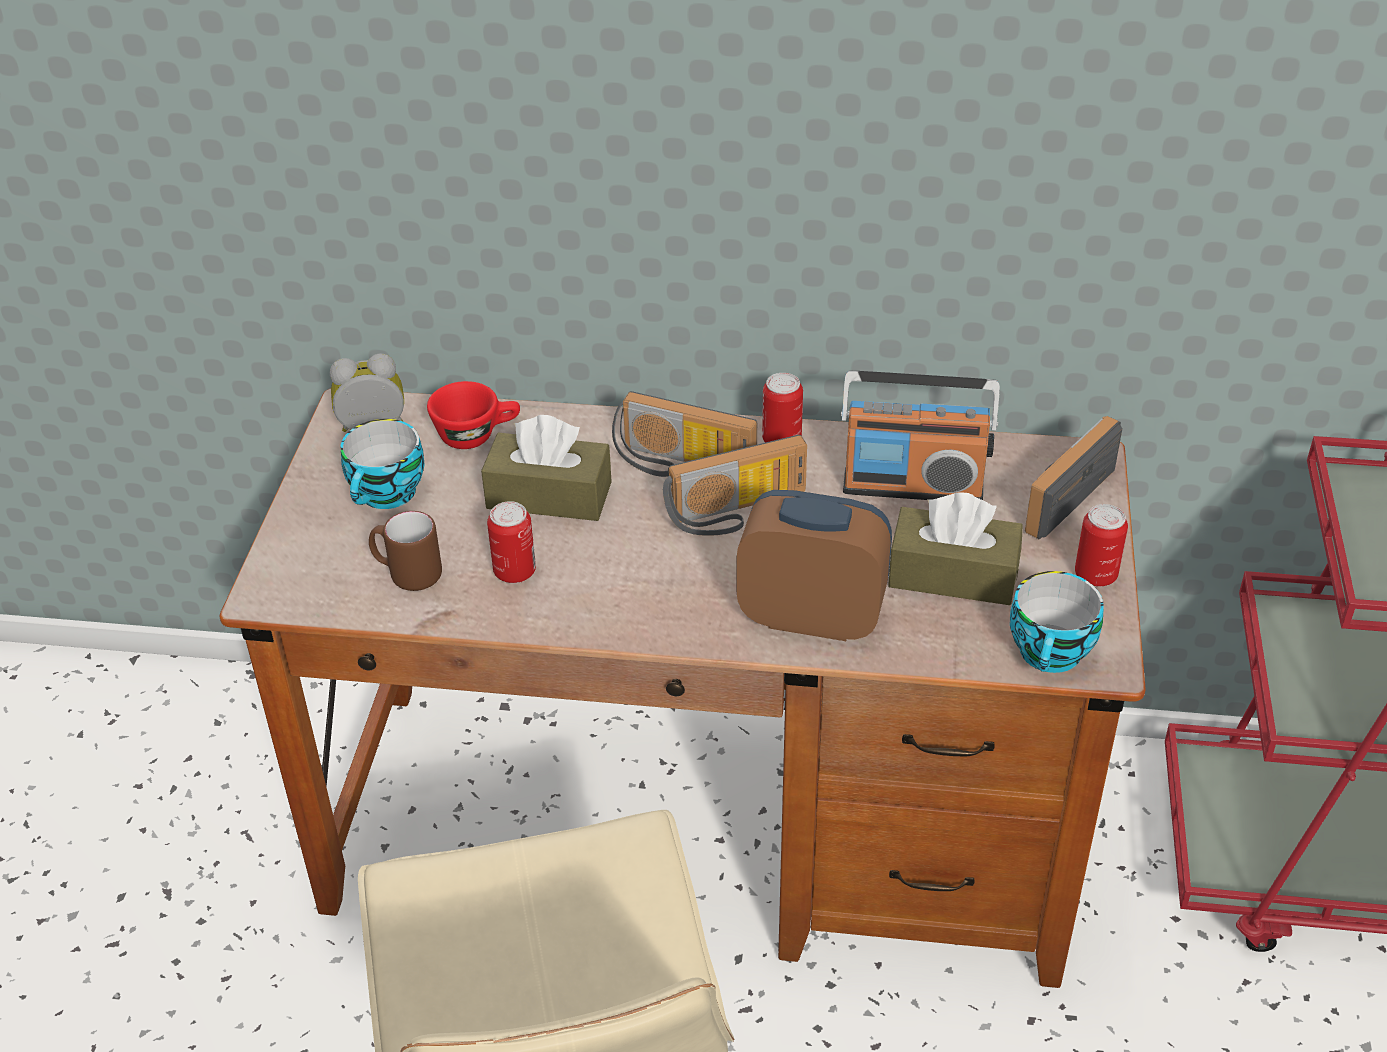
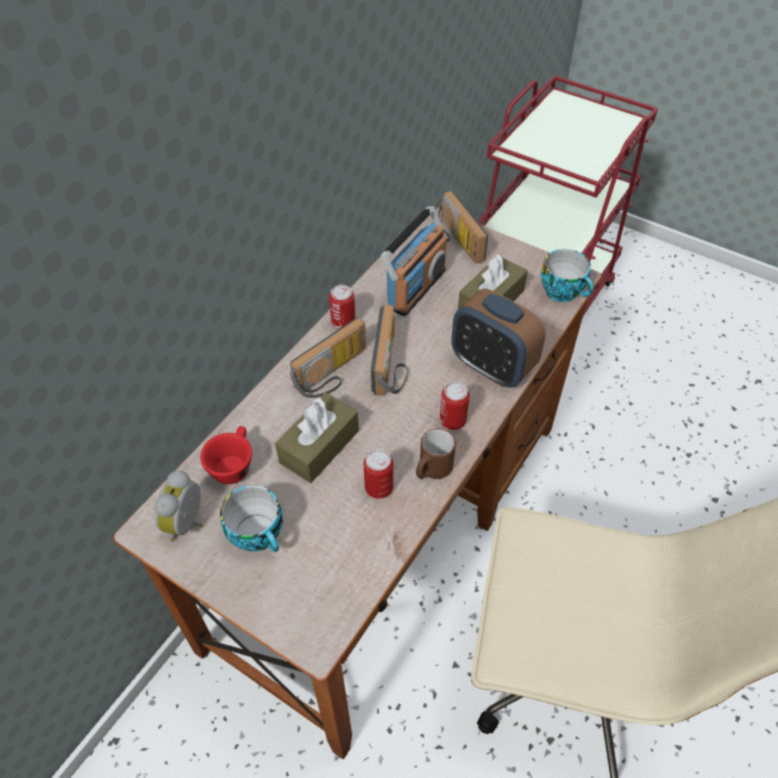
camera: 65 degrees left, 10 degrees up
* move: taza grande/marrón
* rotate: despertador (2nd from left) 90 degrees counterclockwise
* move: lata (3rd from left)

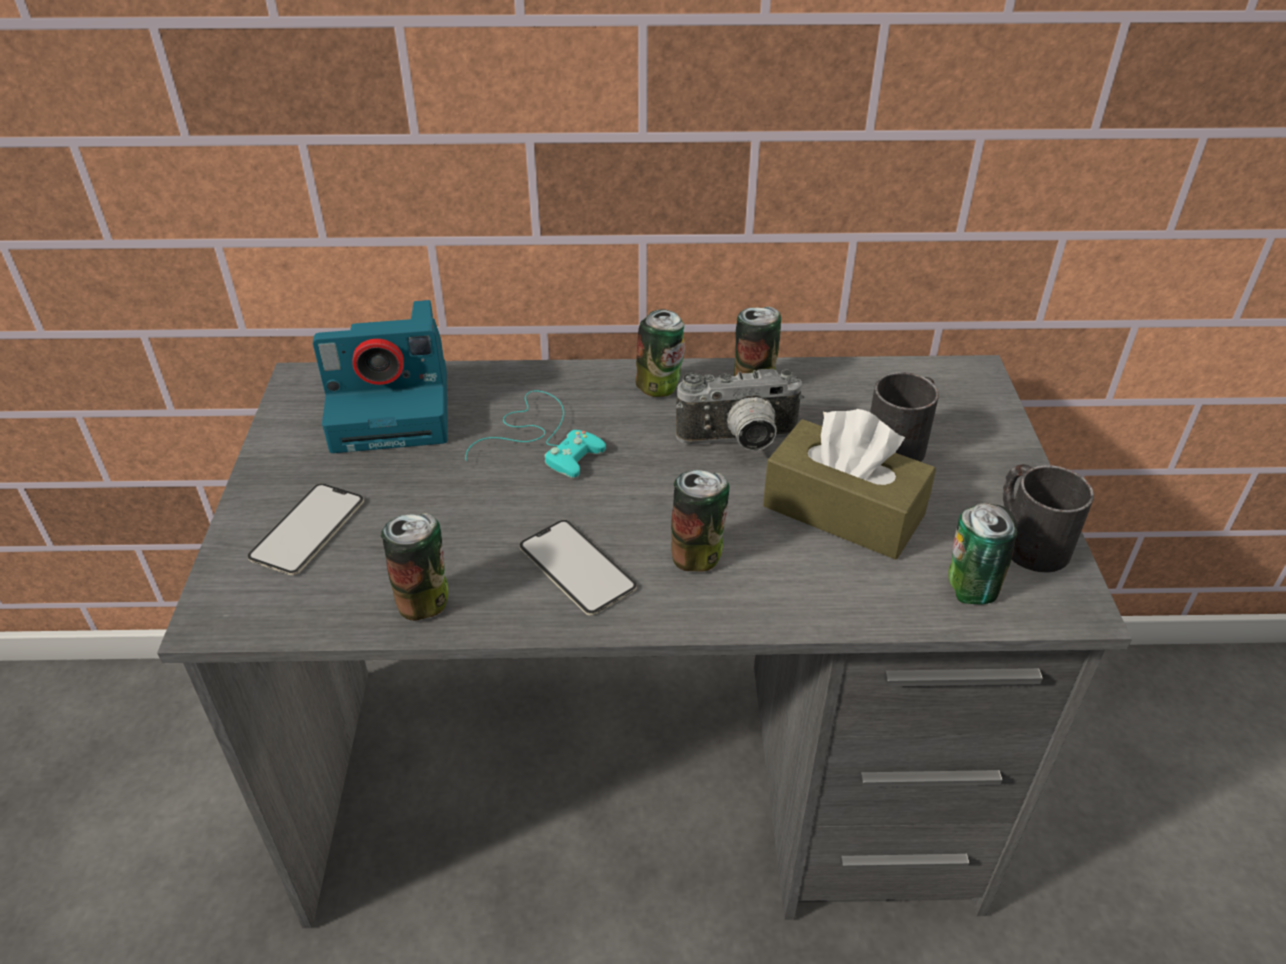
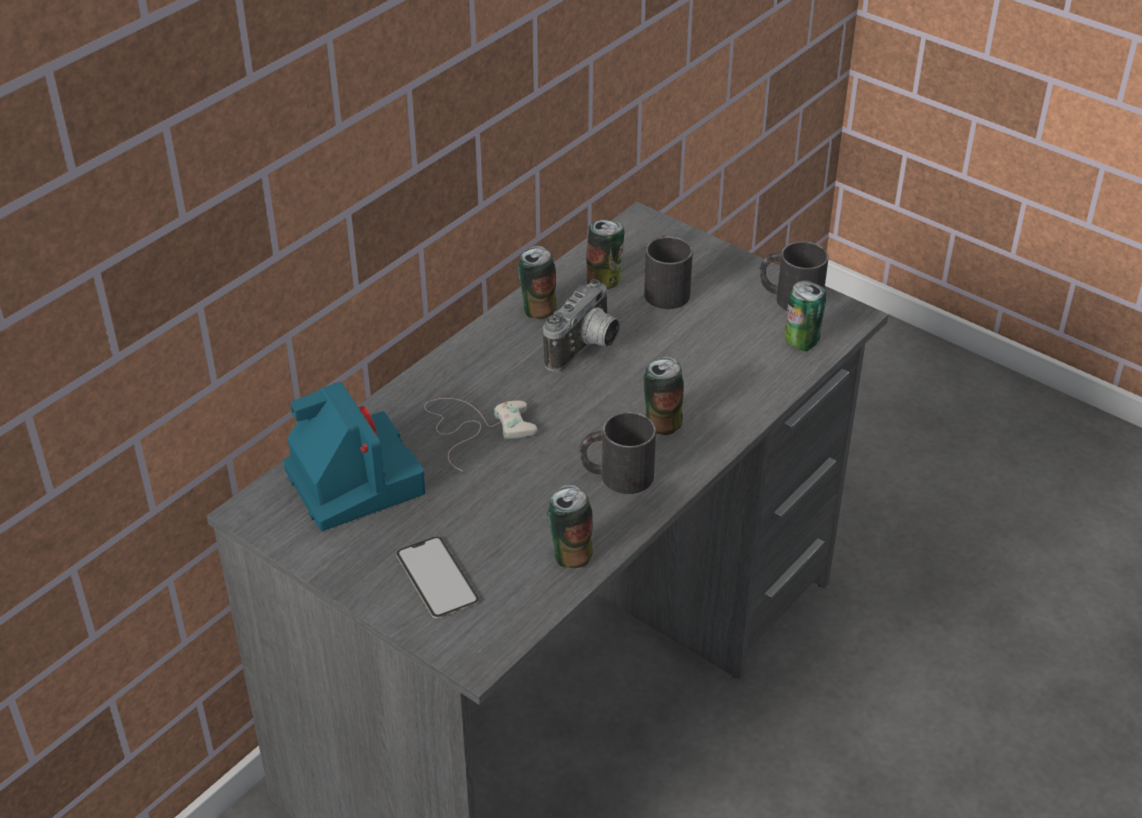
camera: 50 degrees left, 0 degrees up
* rotate: cámara (1st from left) 60 degrees counterclockwise
* recolor: mando de consola/turquesa to mando de consola/blanco
* replace: móvil (2nd from left) to taza grande/negro (1st from left)
* move: lata (2nd from left in the first image) to lata (3rd from left)
* delete: caja de pañuelos/marrón

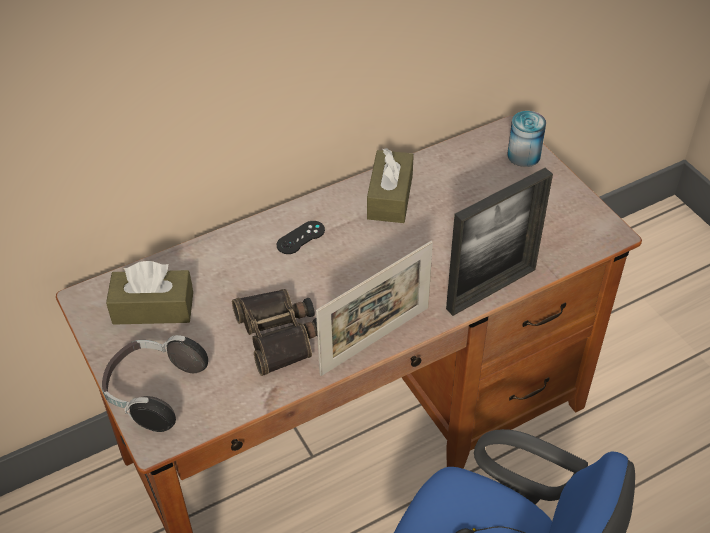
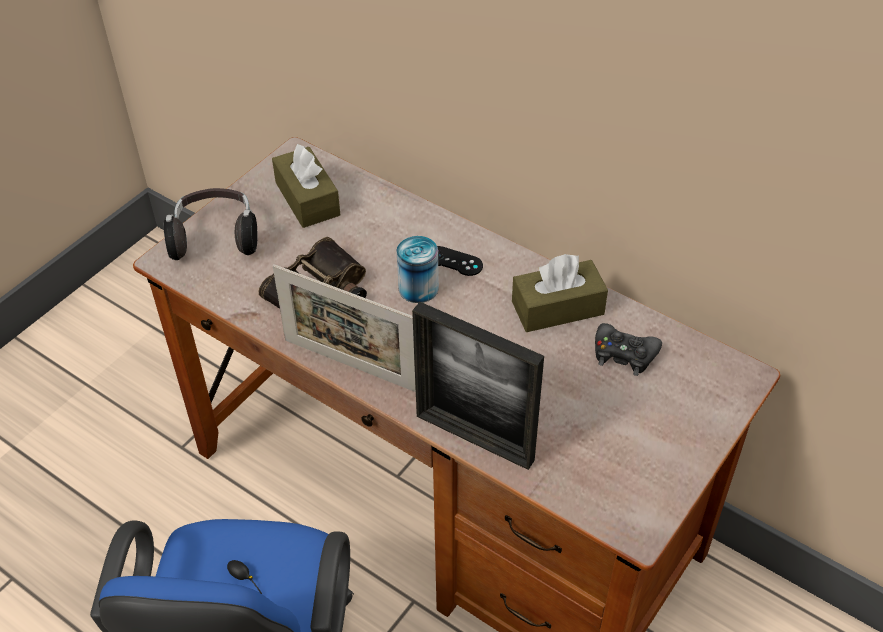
camera: 65 degrees right, 0 degrees up
* move: lata
* insert: mando de consola/negro (2nd from left)

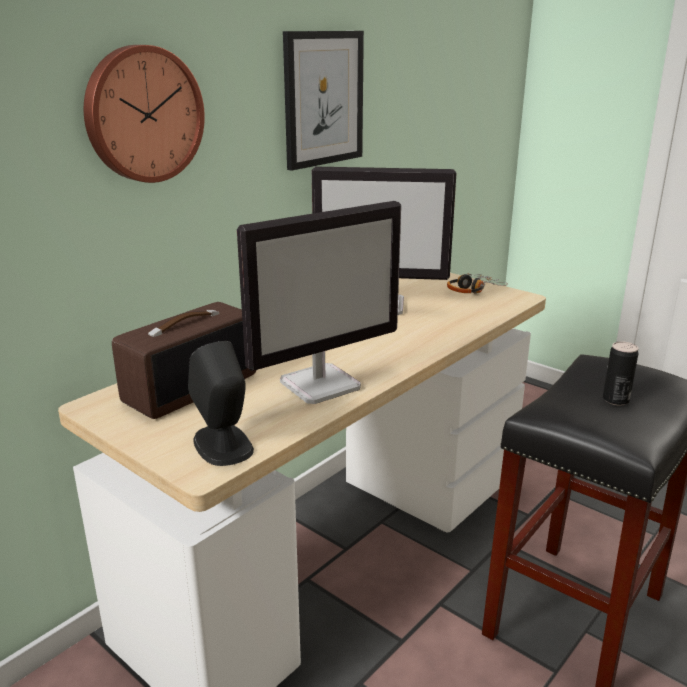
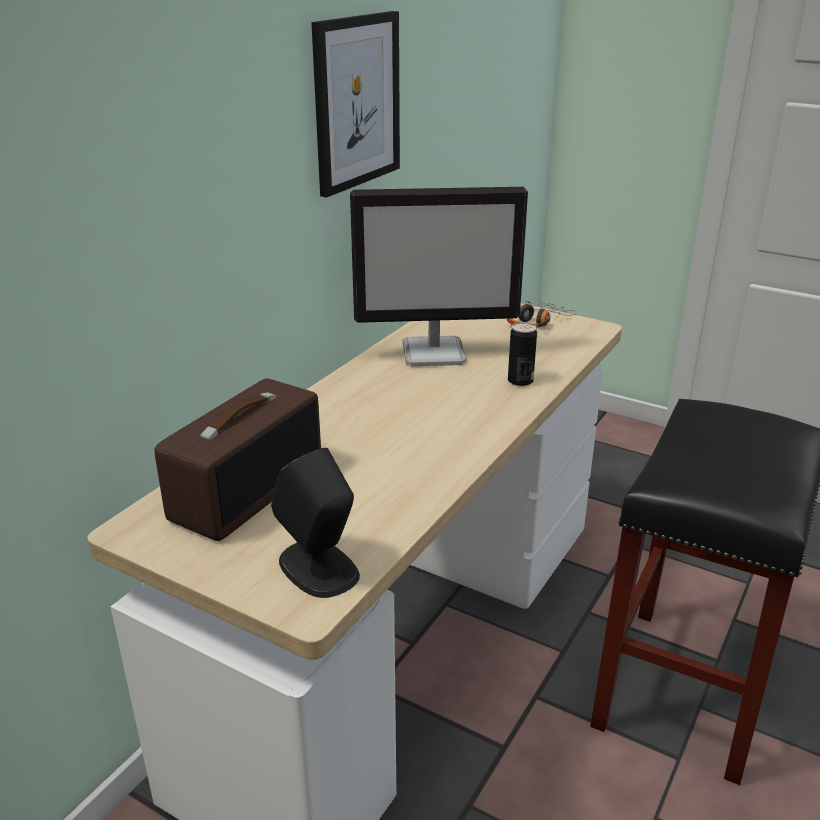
camera: 10 degrees left, 5 degrees up
* delete: reloj de pared
* delete: monitor (1st from left)
* move: lata

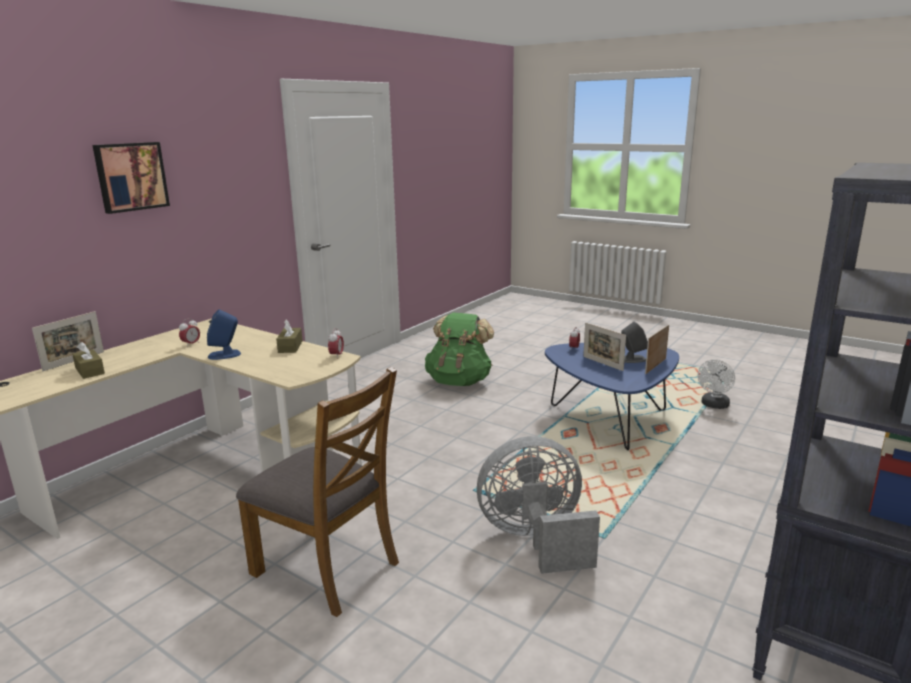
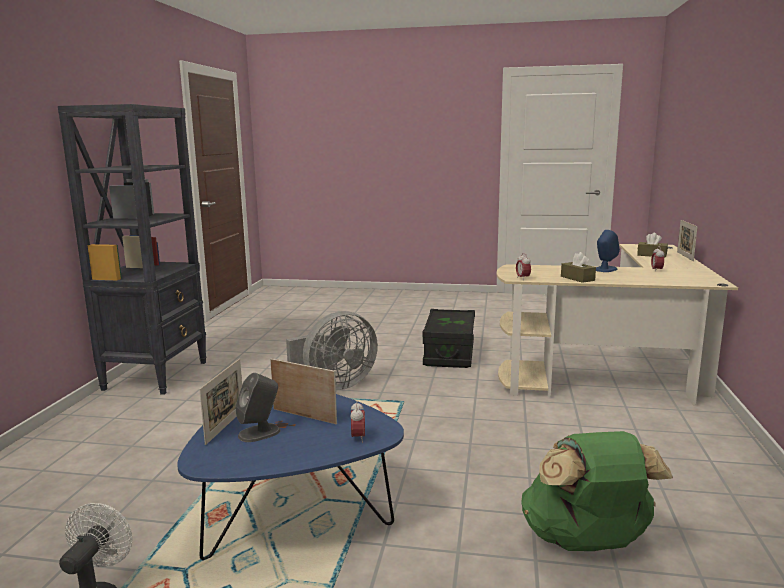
camera: 155 degrees right, 5 degrees down
* delete: cuadro
* replace: silla/marrón to caja de almacenaje/negro

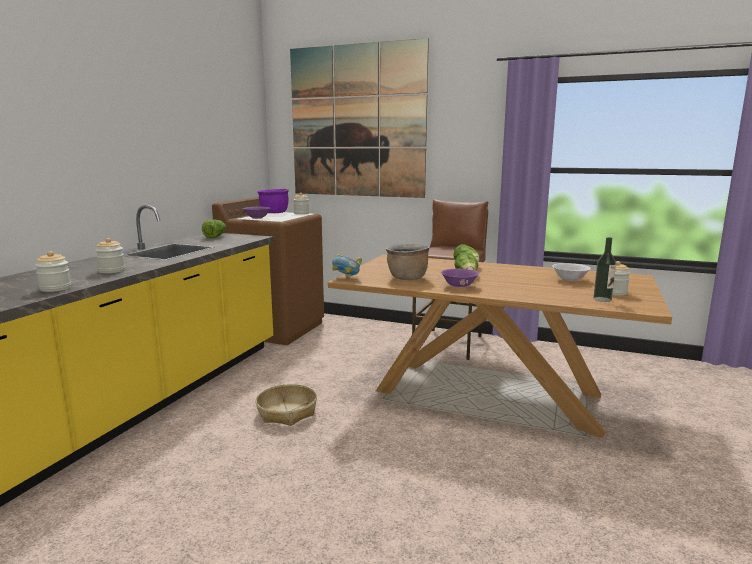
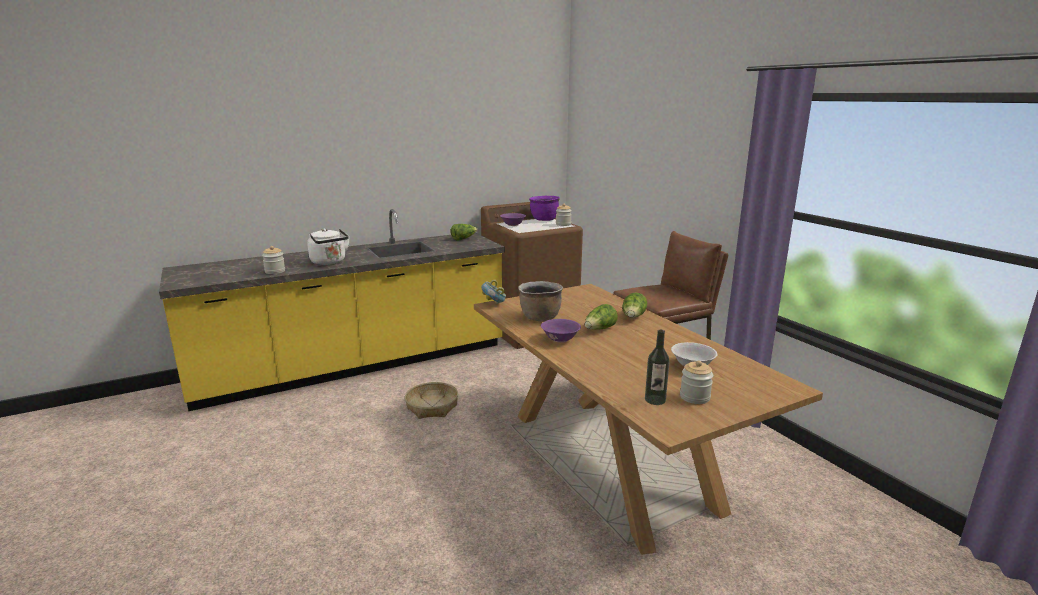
camera: 40 degrees right, 5 degrees up
* replace: tarro (2nd from left) to hervidor/blanco
* delete: cuadro

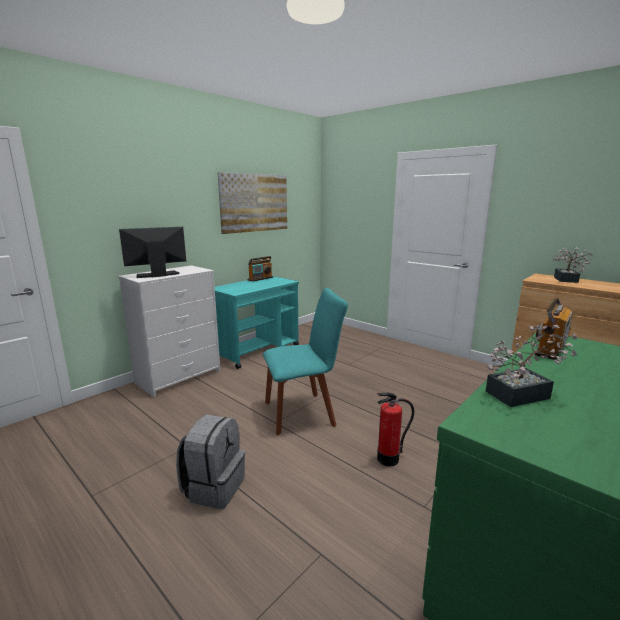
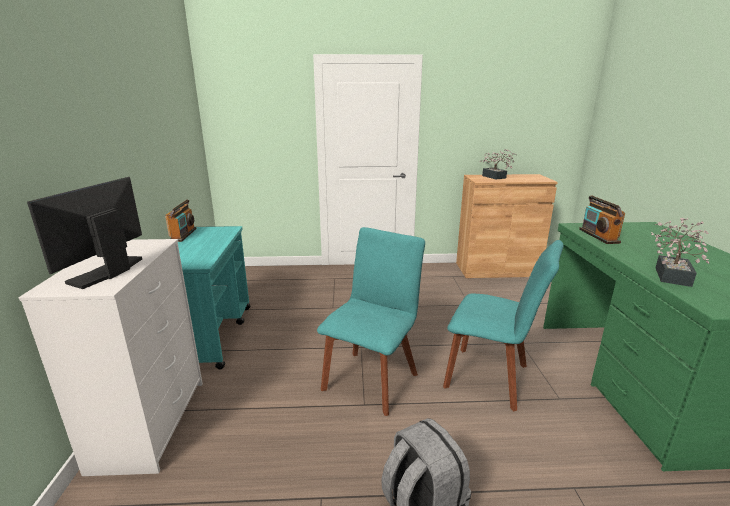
camera: 45 degrees left, 5 degrees up
* delete: cuadro
* replace: extintor to silla/turquesa (2nd from left)

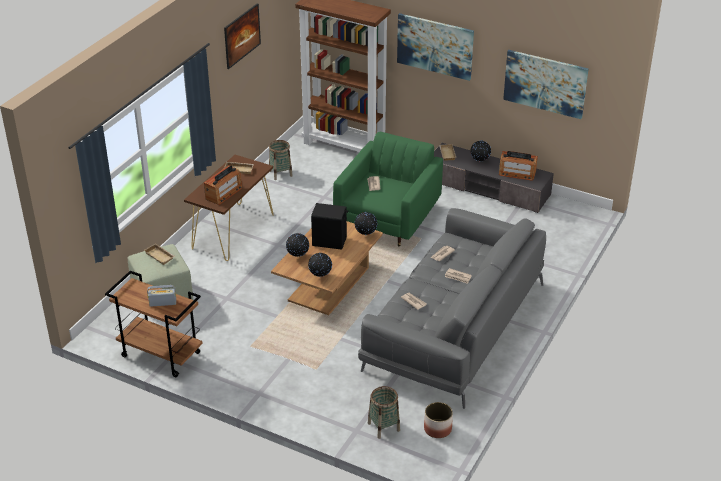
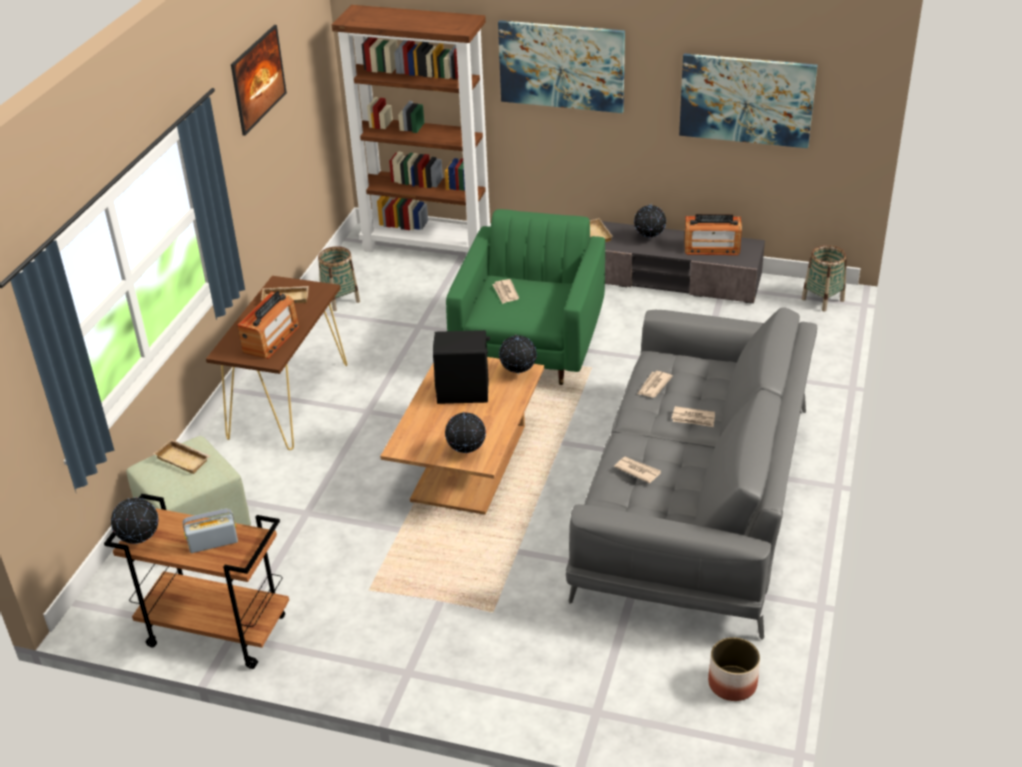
camera: 10 degrees left, 0 degrees up
* move: globo terráqueo (1st from left)
* move: cesta (2nd from left)

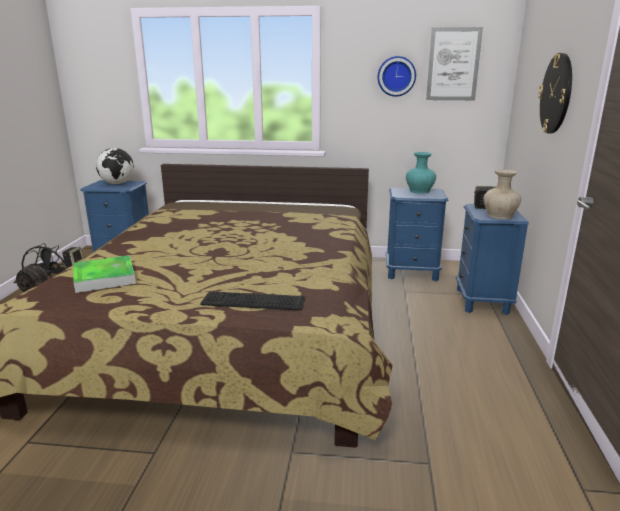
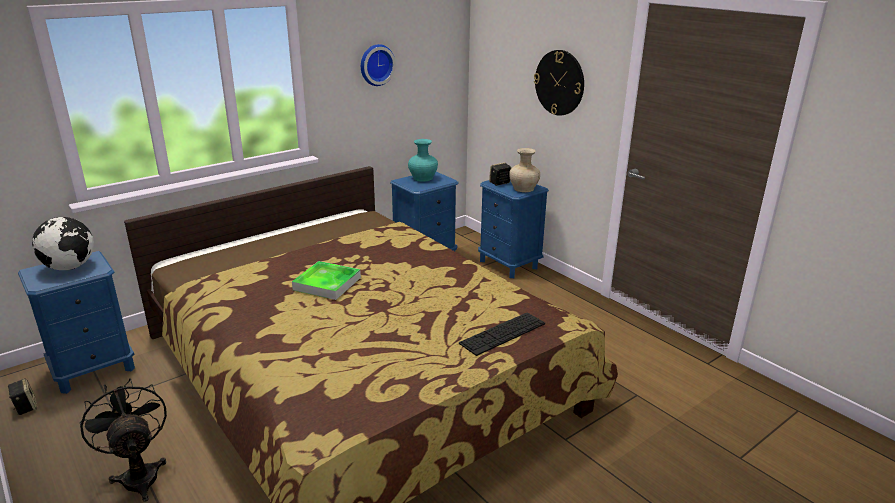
camera: 45 degrees left, 5 degrees up
* move: bandeja
* delete: cuadro

